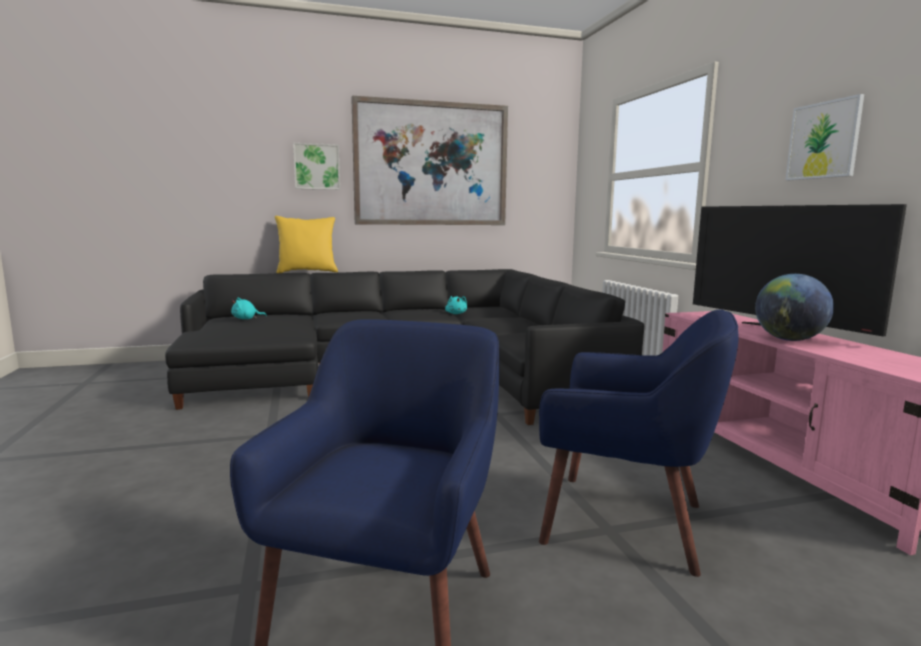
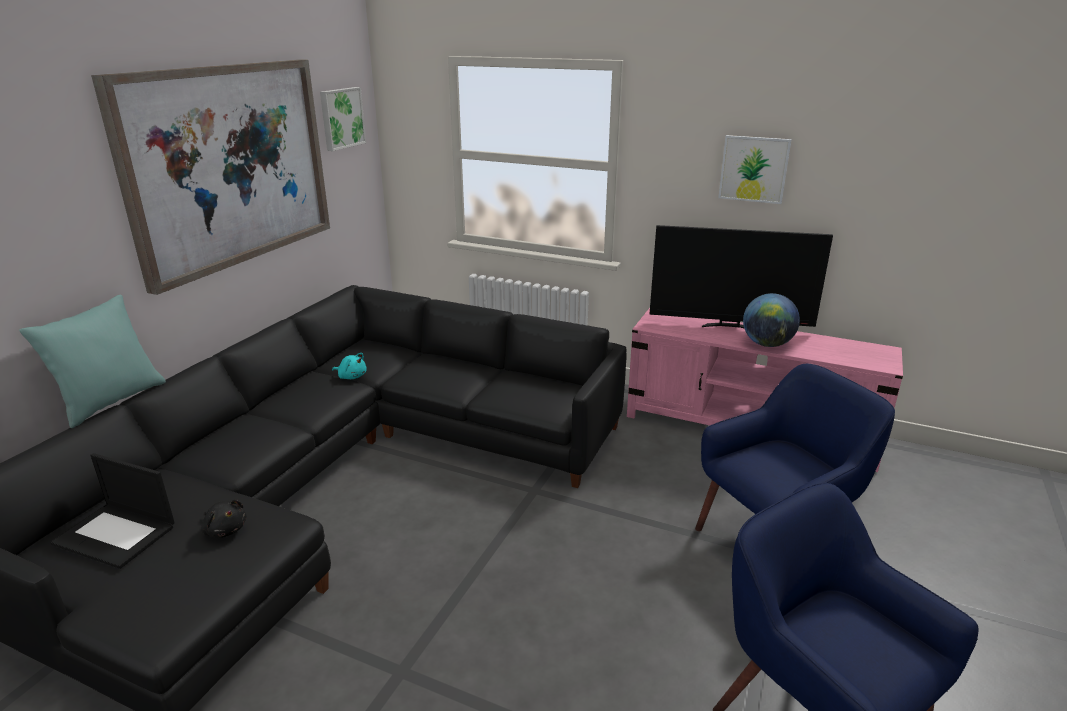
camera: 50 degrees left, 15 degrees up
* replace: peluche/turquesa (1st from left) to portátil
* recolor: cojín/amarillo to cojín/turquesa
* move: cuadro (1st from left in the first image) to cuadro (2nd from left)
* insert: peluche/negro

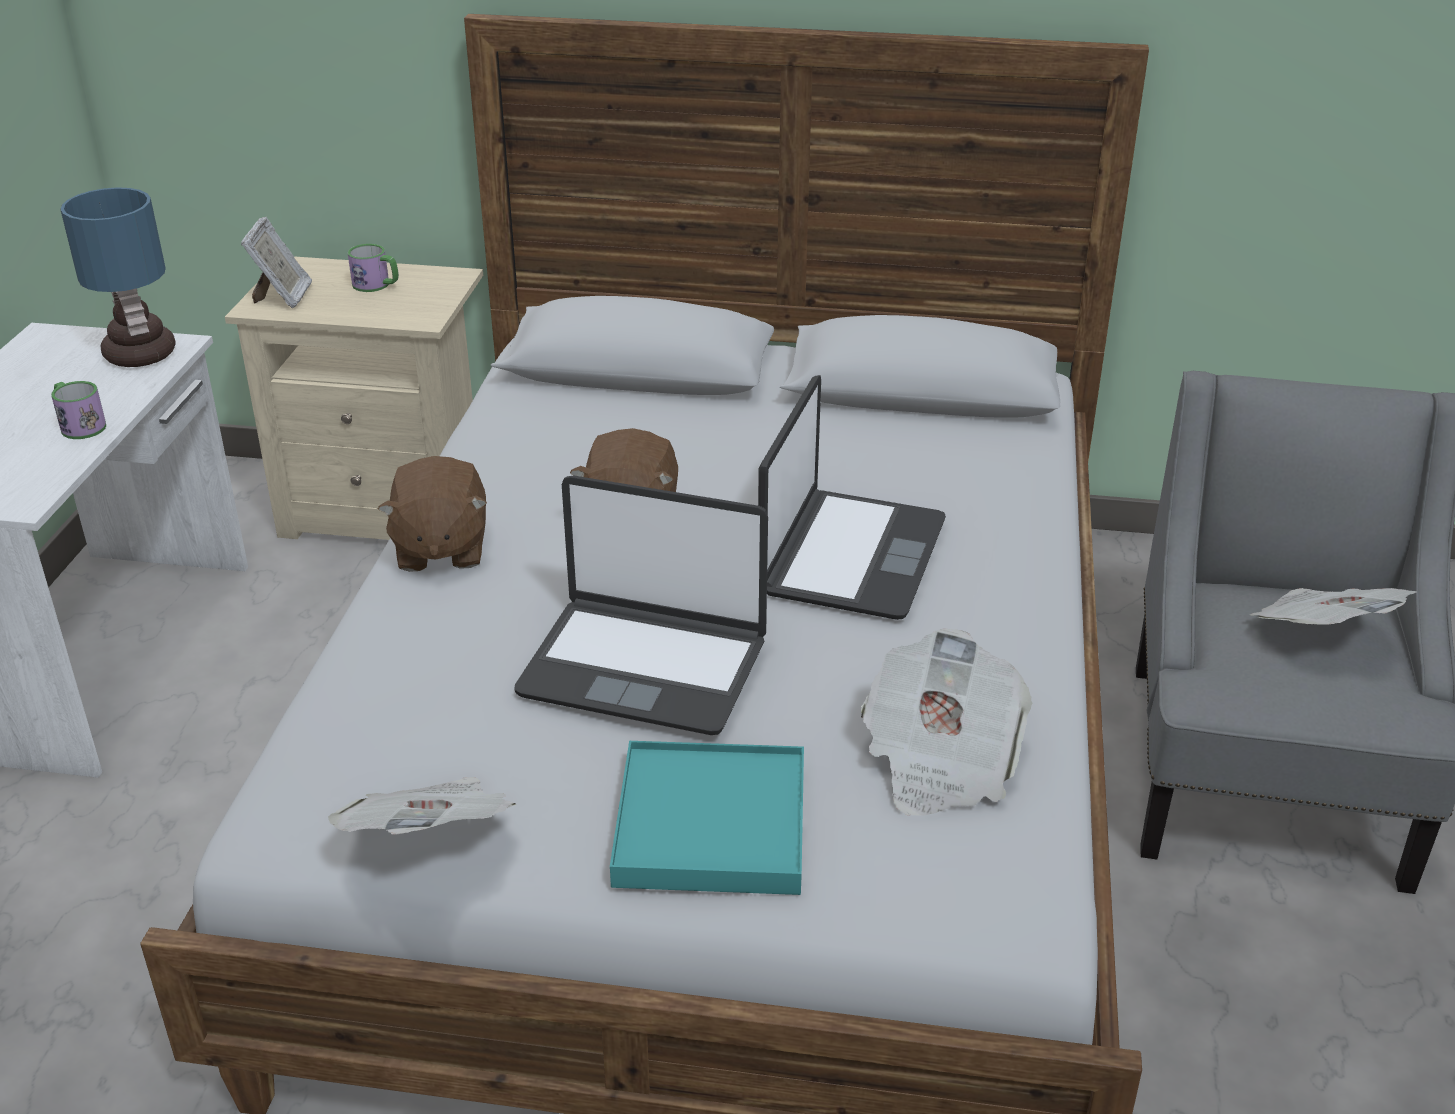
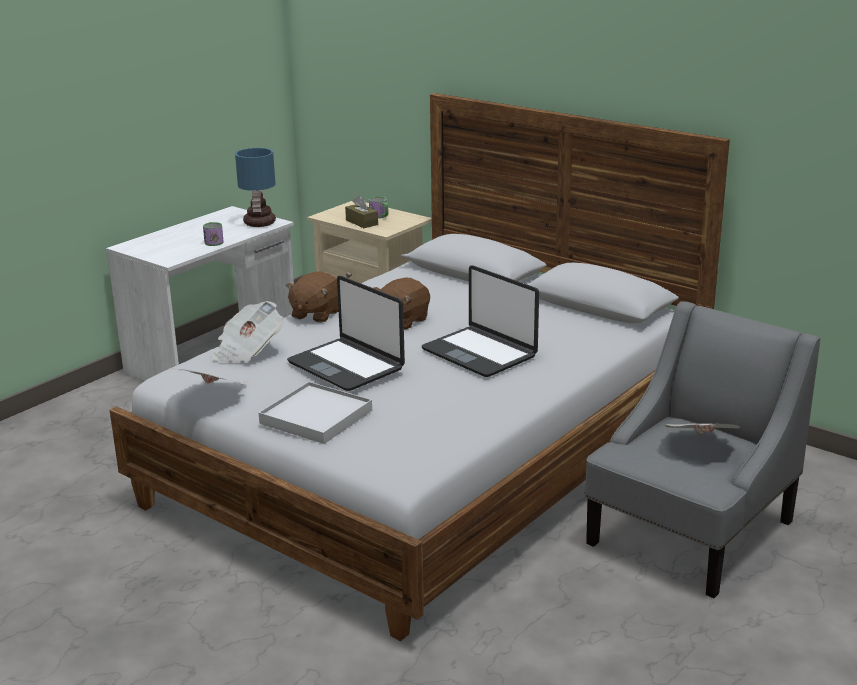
camera: 30 degrees right, 10 degrees down
* delete: portarretratos
* recolor: bandeja/turquesa to bandeja/blanco
* rotate: portátil (2nd from left) 90 degrees clockwise
* move: periódico (2nd from left)
* insert: caja de pañuelos/marrón

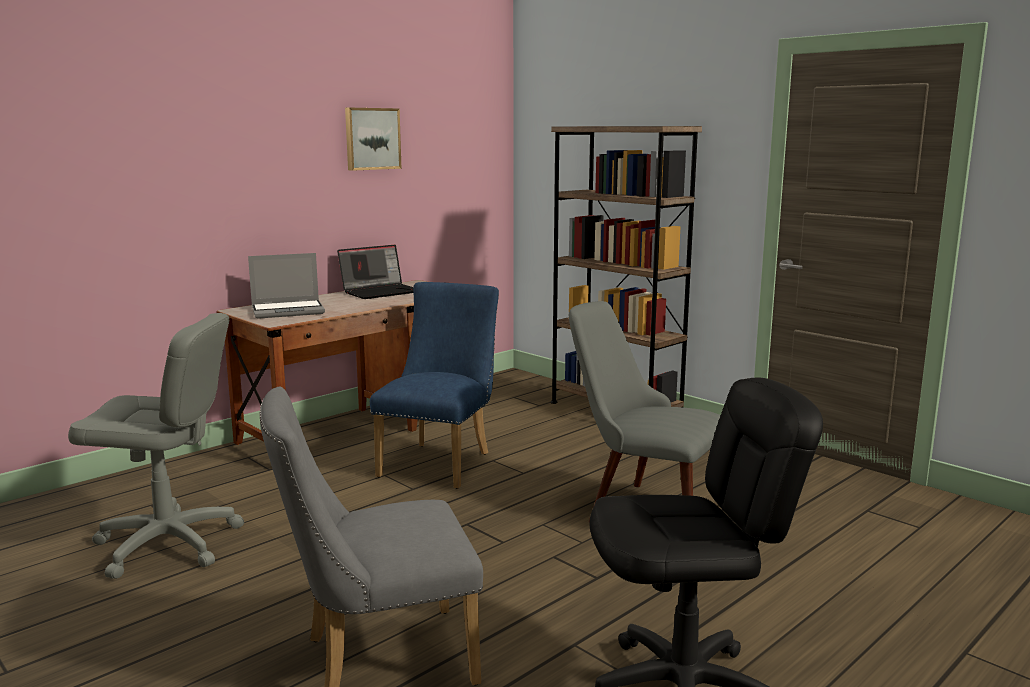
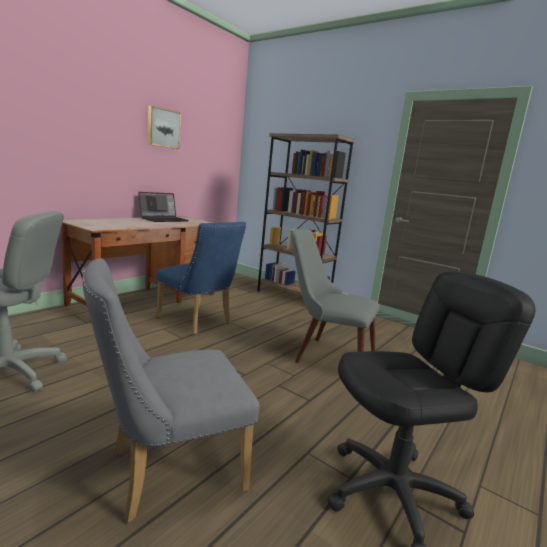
camera: 10 degrees left, 0 degrees up
* delete: portátil (1st from left)
* rotate: silla/azul 120 degrees clockwise

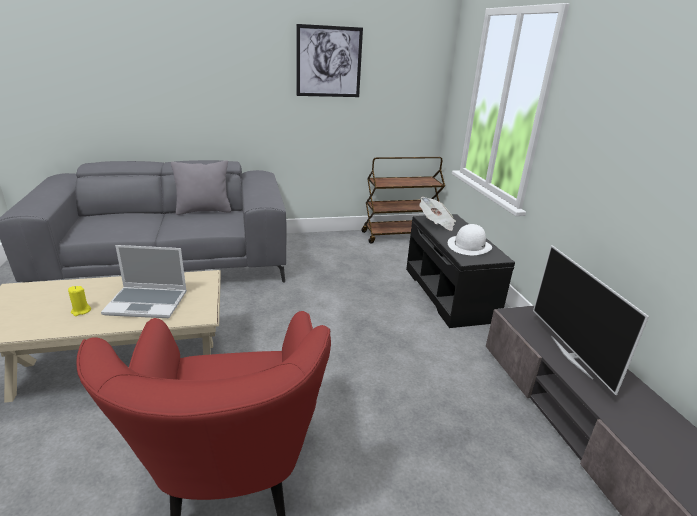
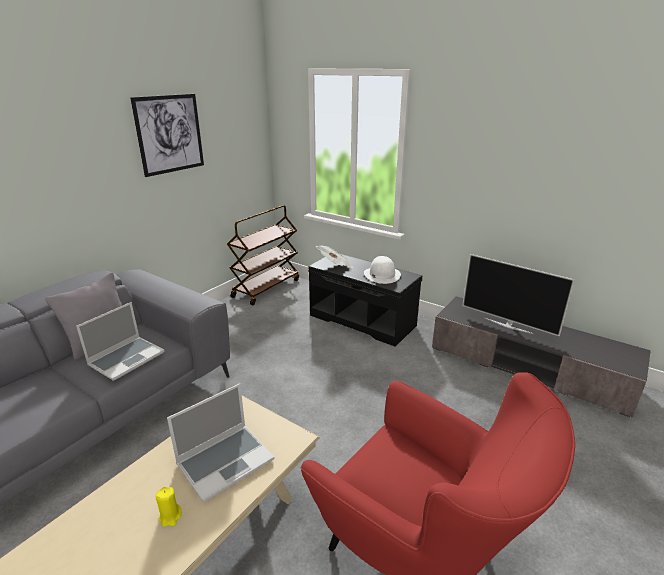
camera: 40 degrees left, 0 degrees up
* insert: portátil (1st from left)

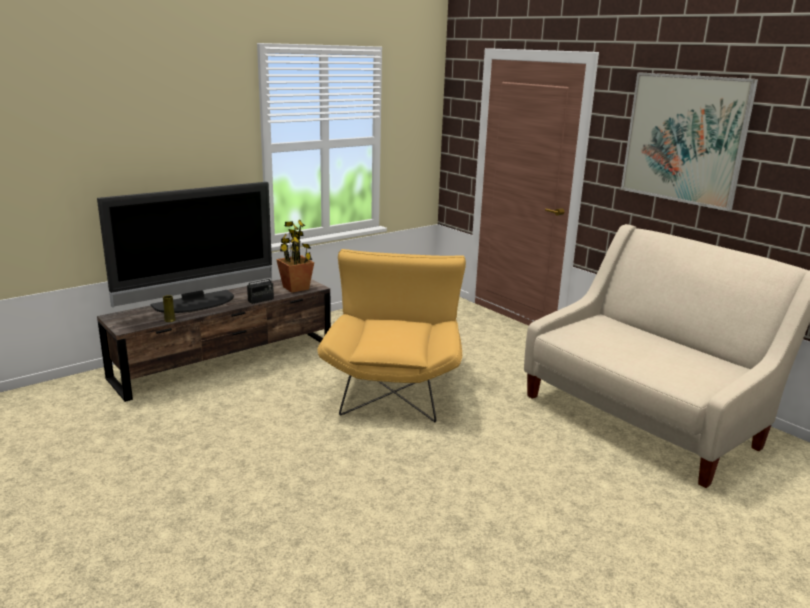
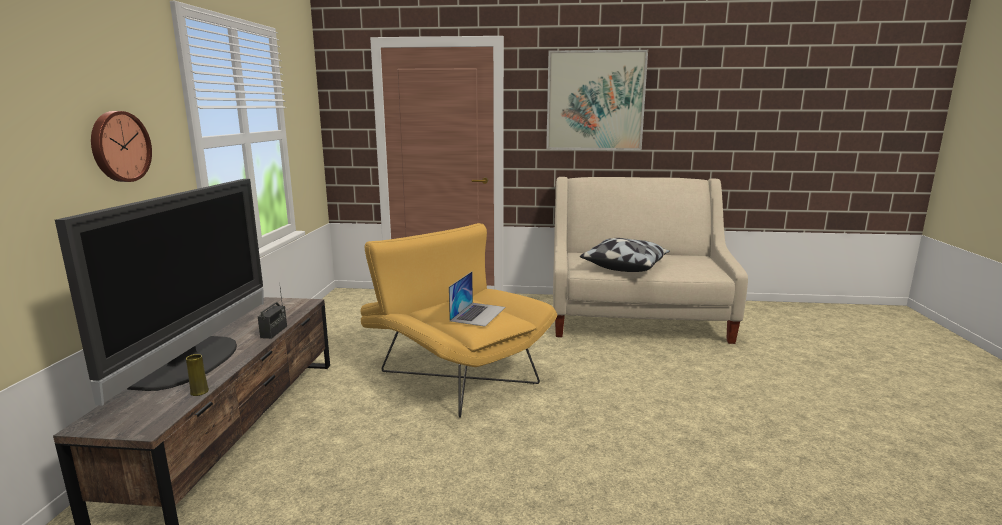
camera: 45 degrees left, 5 degrees down
* delete: planta en maceta
* insert: reloj de pared
* insert: portátil
* insert: cojín

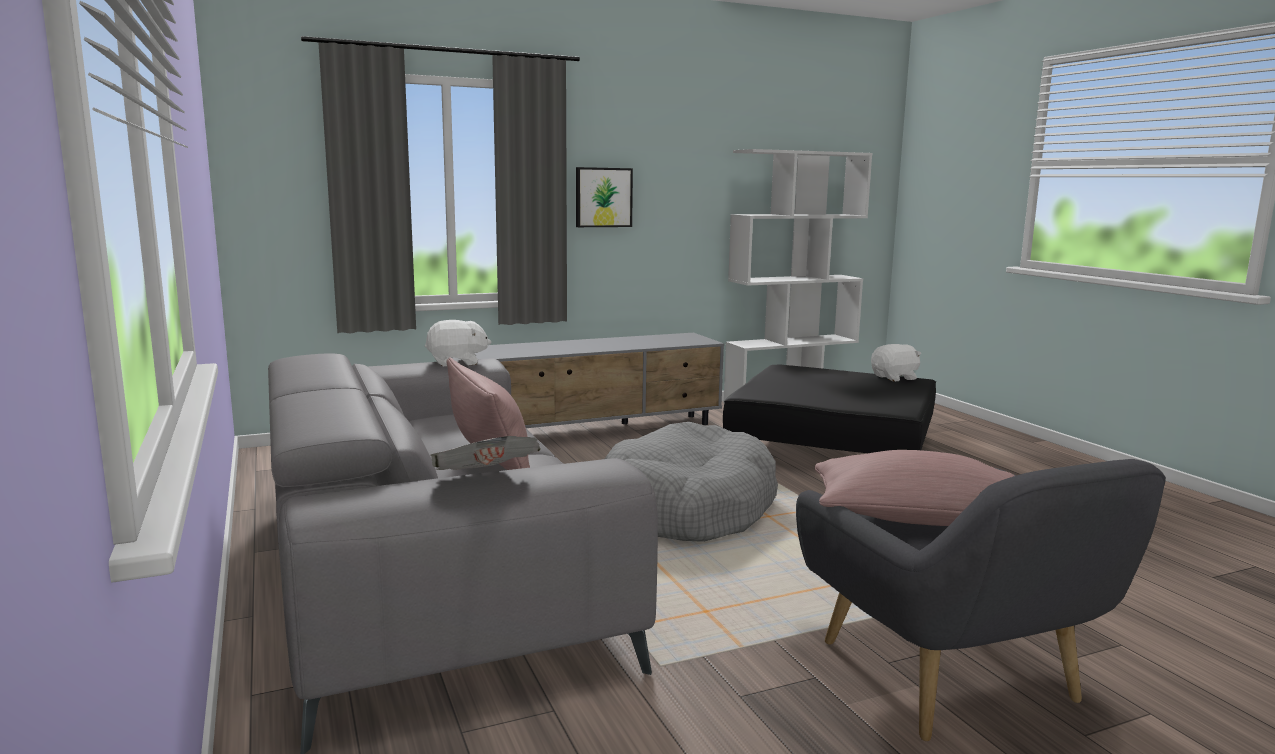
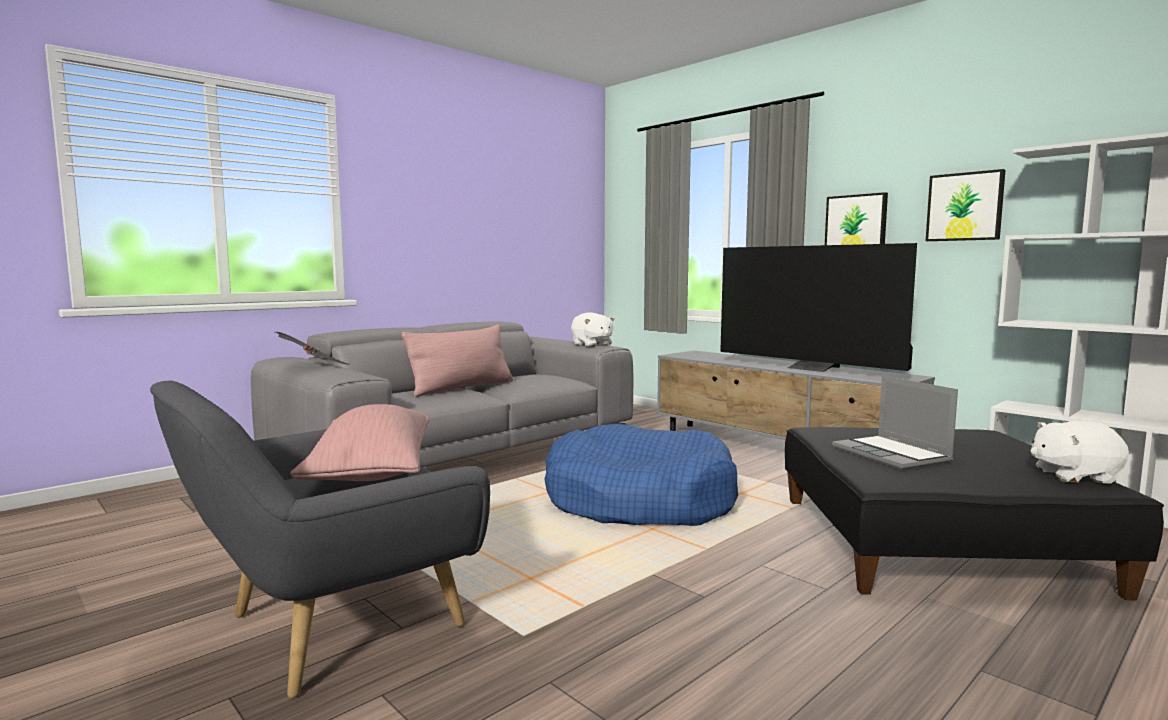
camera: 70 degrees right, 5 degrees down
* recolor: cama para perro/gris to cama para perro/azul
* rotate: peluche/blanco (2nd from left) 135 degrees clockwise
* insert: televisor
* insert: portátil
* insert: cuadro (2nd from left)

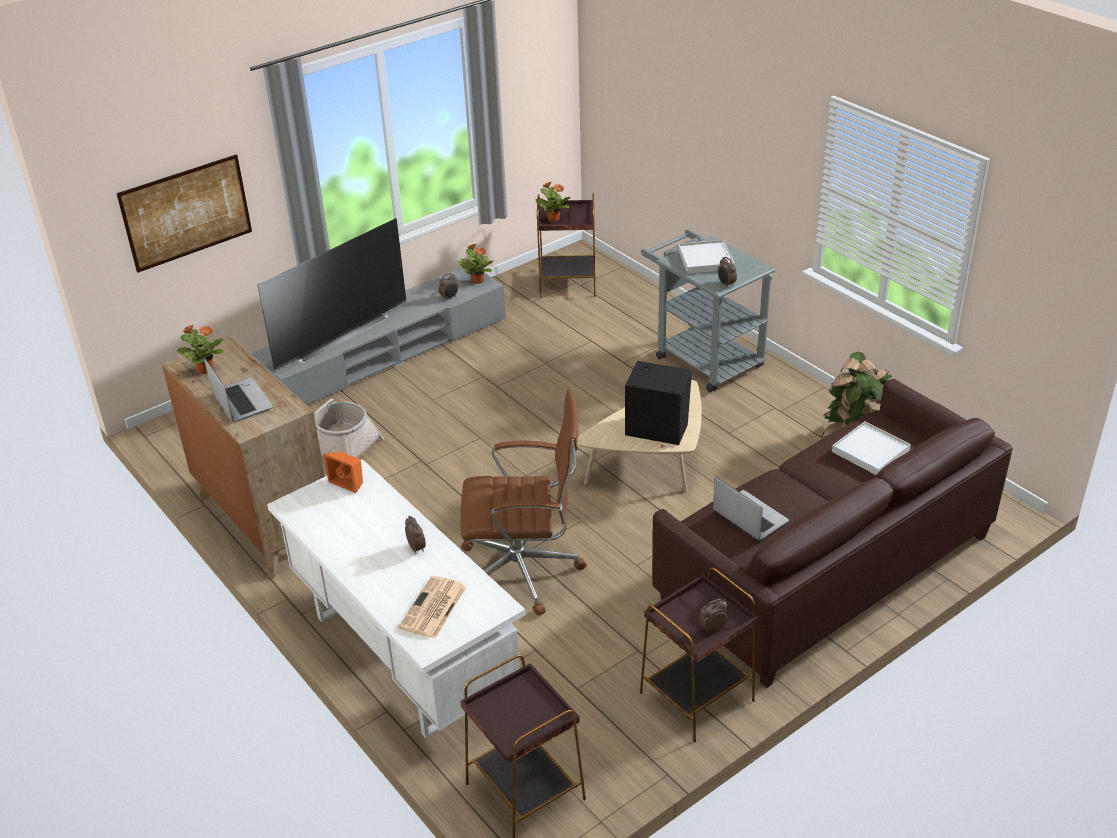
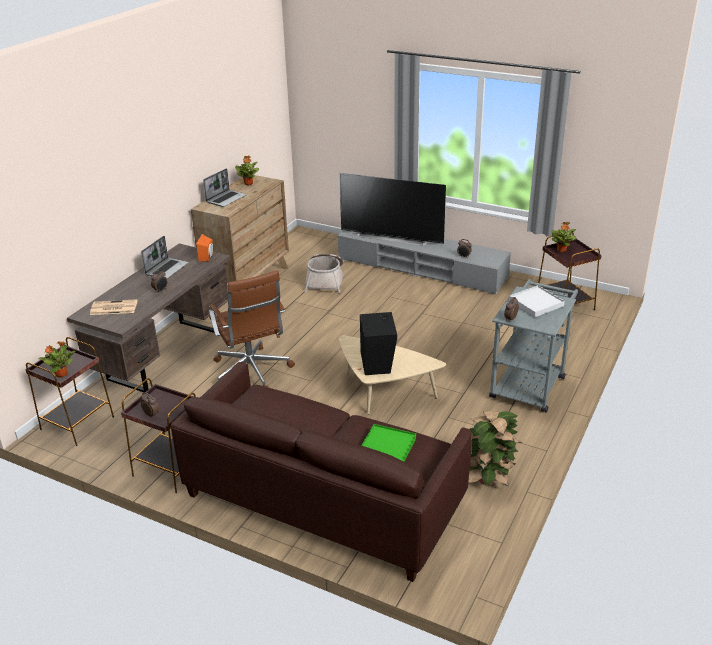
camera: 65 degrees right, 5 degrees down
* delete: cuadro
* recolor: escritorio/blanco to escritorio/marrón
* move: planta en maceta (2nd from left in the first image) to planta en maceta (1st from left)
* move: portátil (2nd from left in the first image) to portátil (1st from left)
* recolor: bandeja/blanco (2nd from left) to bandeja/verde

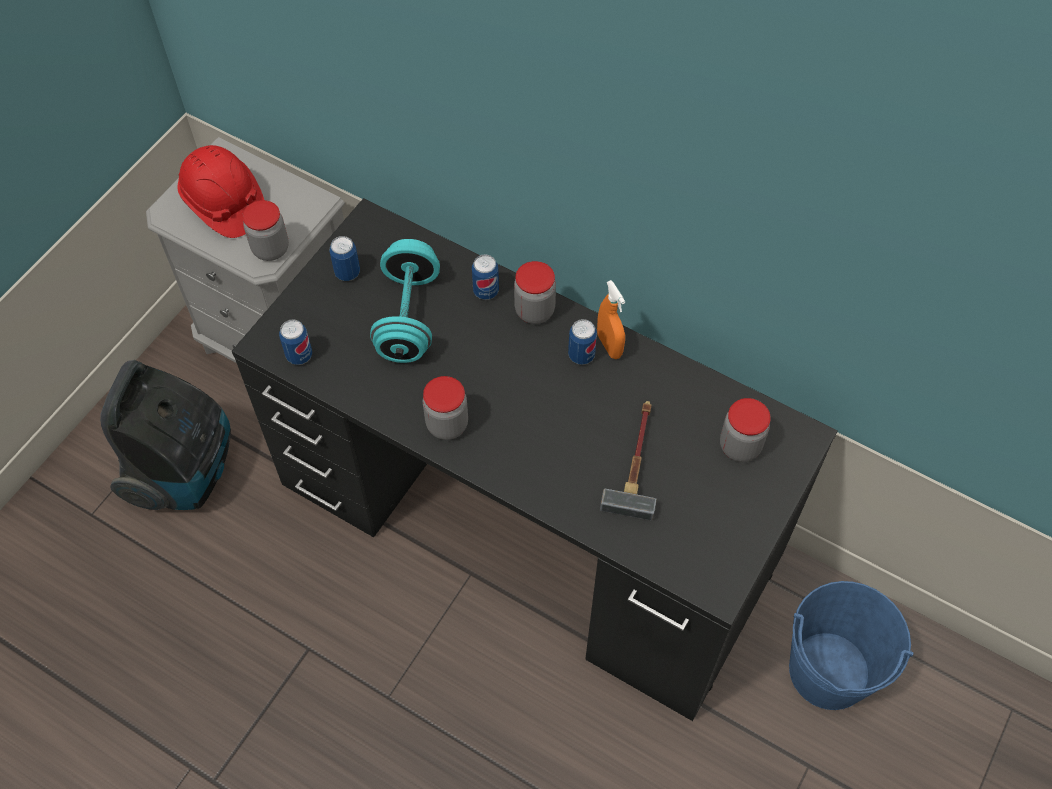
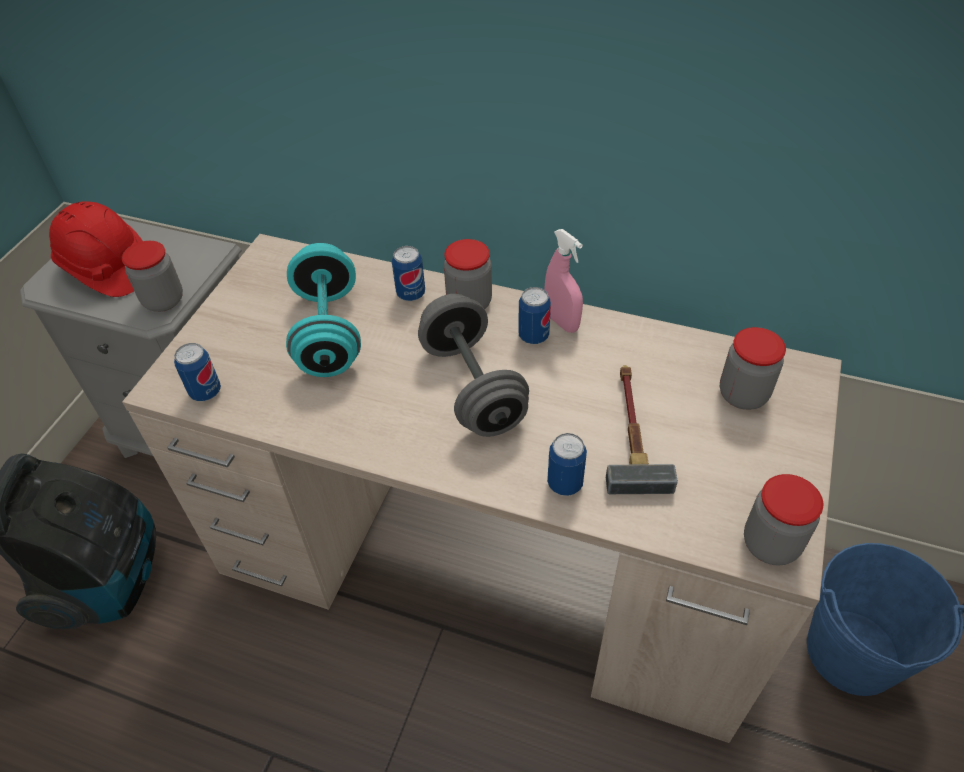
camera: 10 degrees left, 10 degrees down
* recolor: escritorio/negro to escritorio/beis
* move: lata (2nd from left in the first image) to lata (4th from left)
* move: tarro (2nd from left in the first image) to tarro (4th from left)
* recolor: pulverizador/naranja to pulverizador/rosa
* insert: mancuerna/gris

